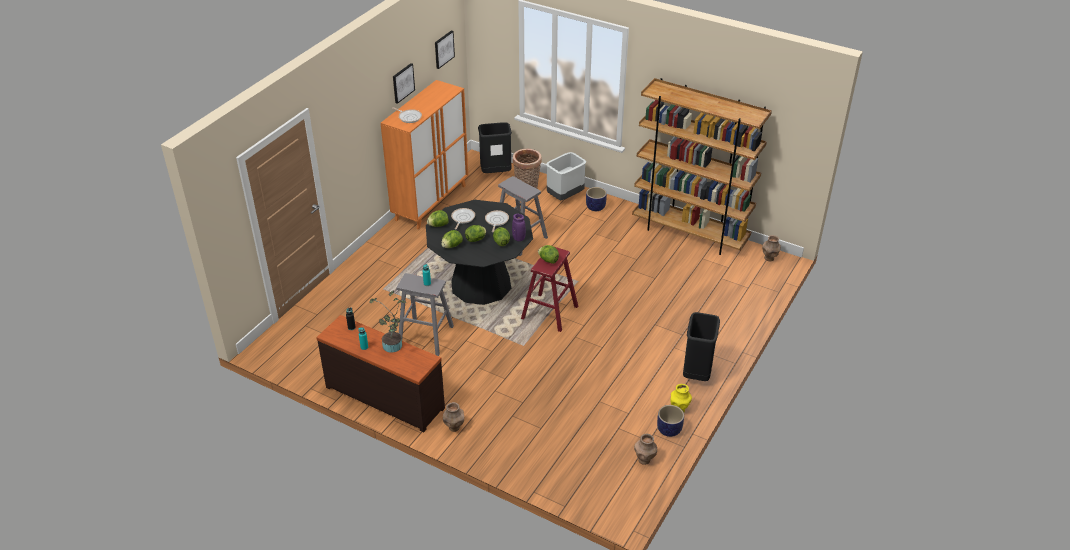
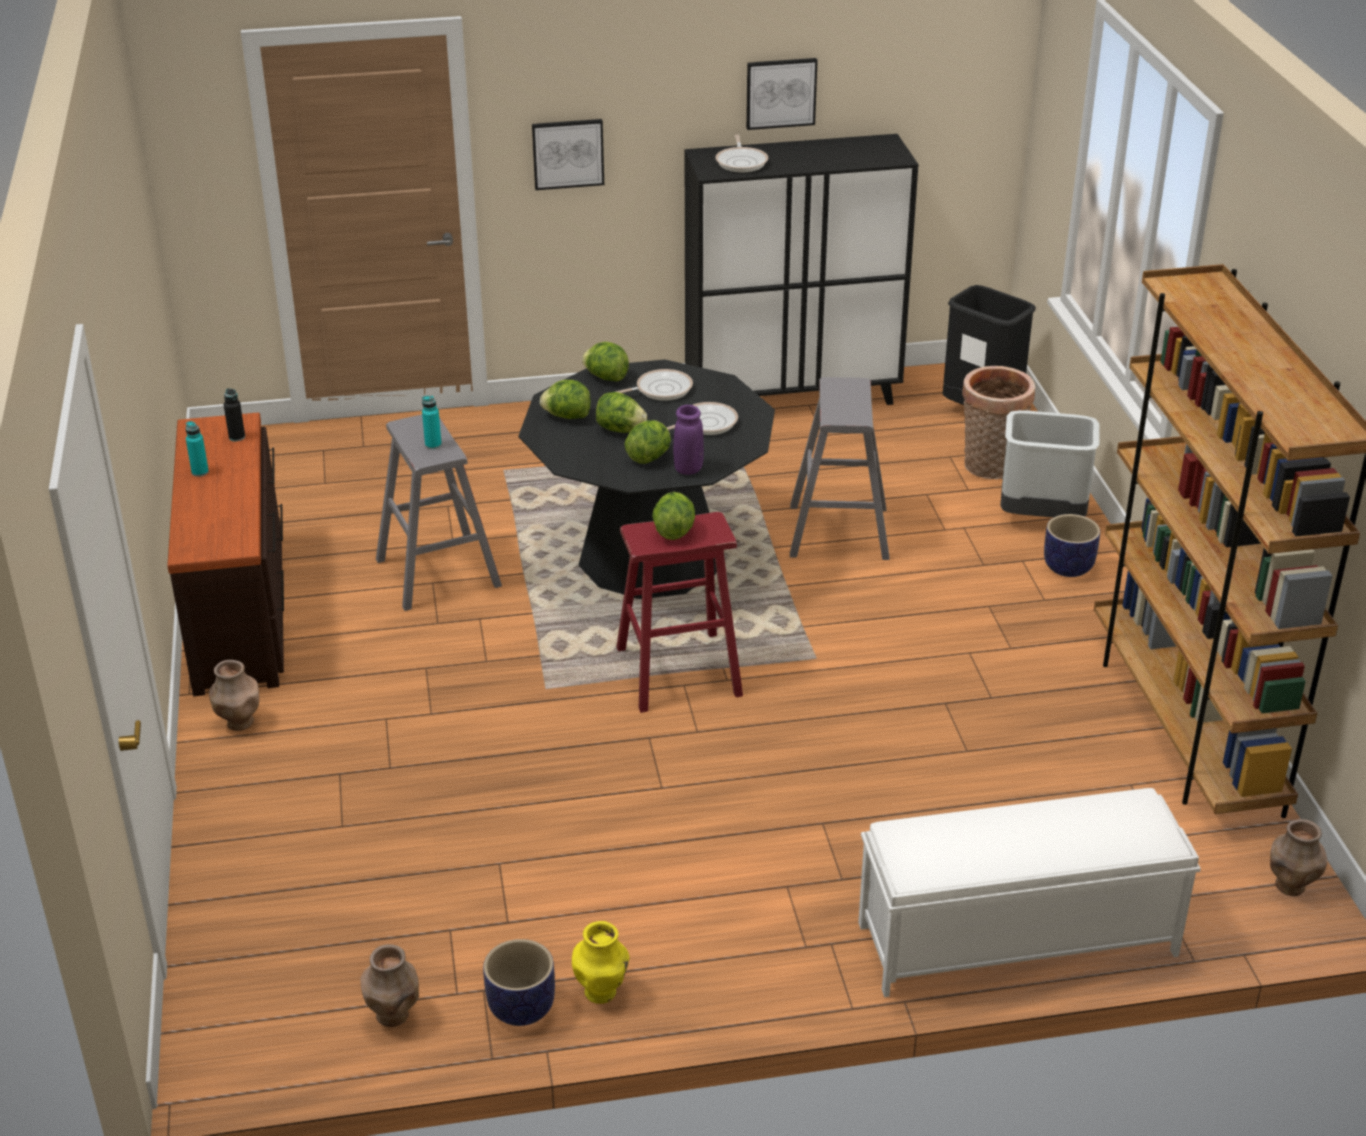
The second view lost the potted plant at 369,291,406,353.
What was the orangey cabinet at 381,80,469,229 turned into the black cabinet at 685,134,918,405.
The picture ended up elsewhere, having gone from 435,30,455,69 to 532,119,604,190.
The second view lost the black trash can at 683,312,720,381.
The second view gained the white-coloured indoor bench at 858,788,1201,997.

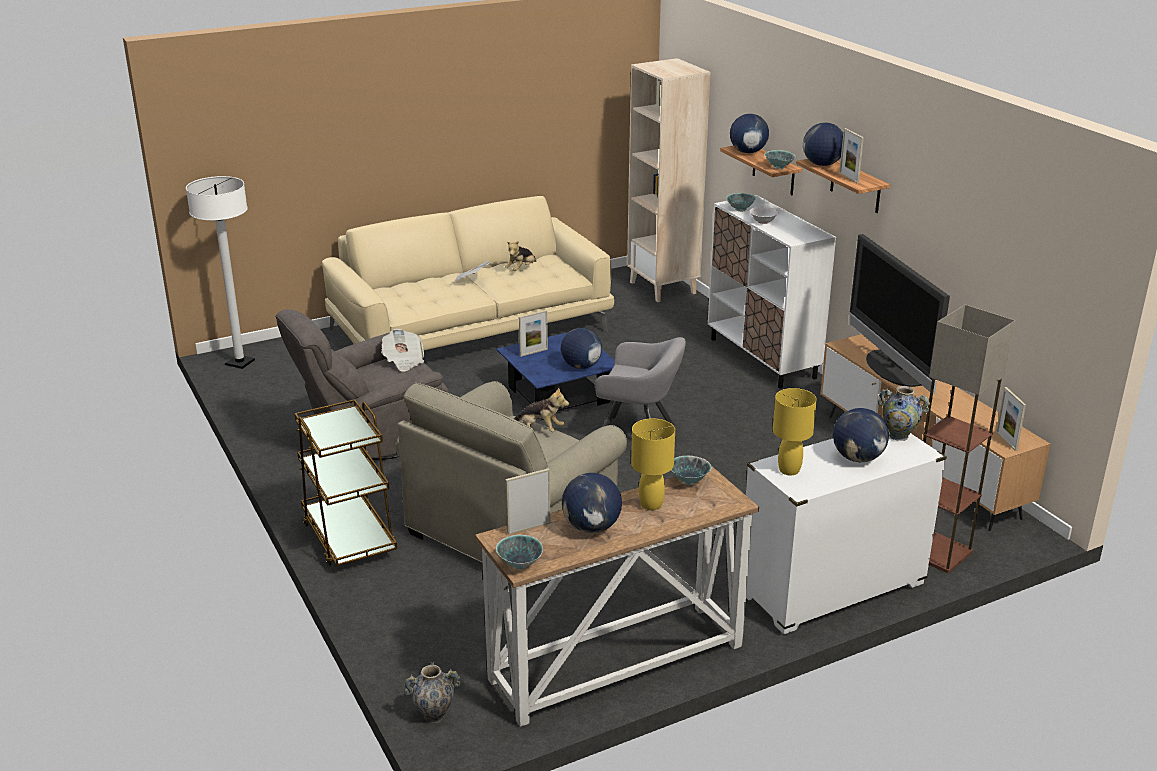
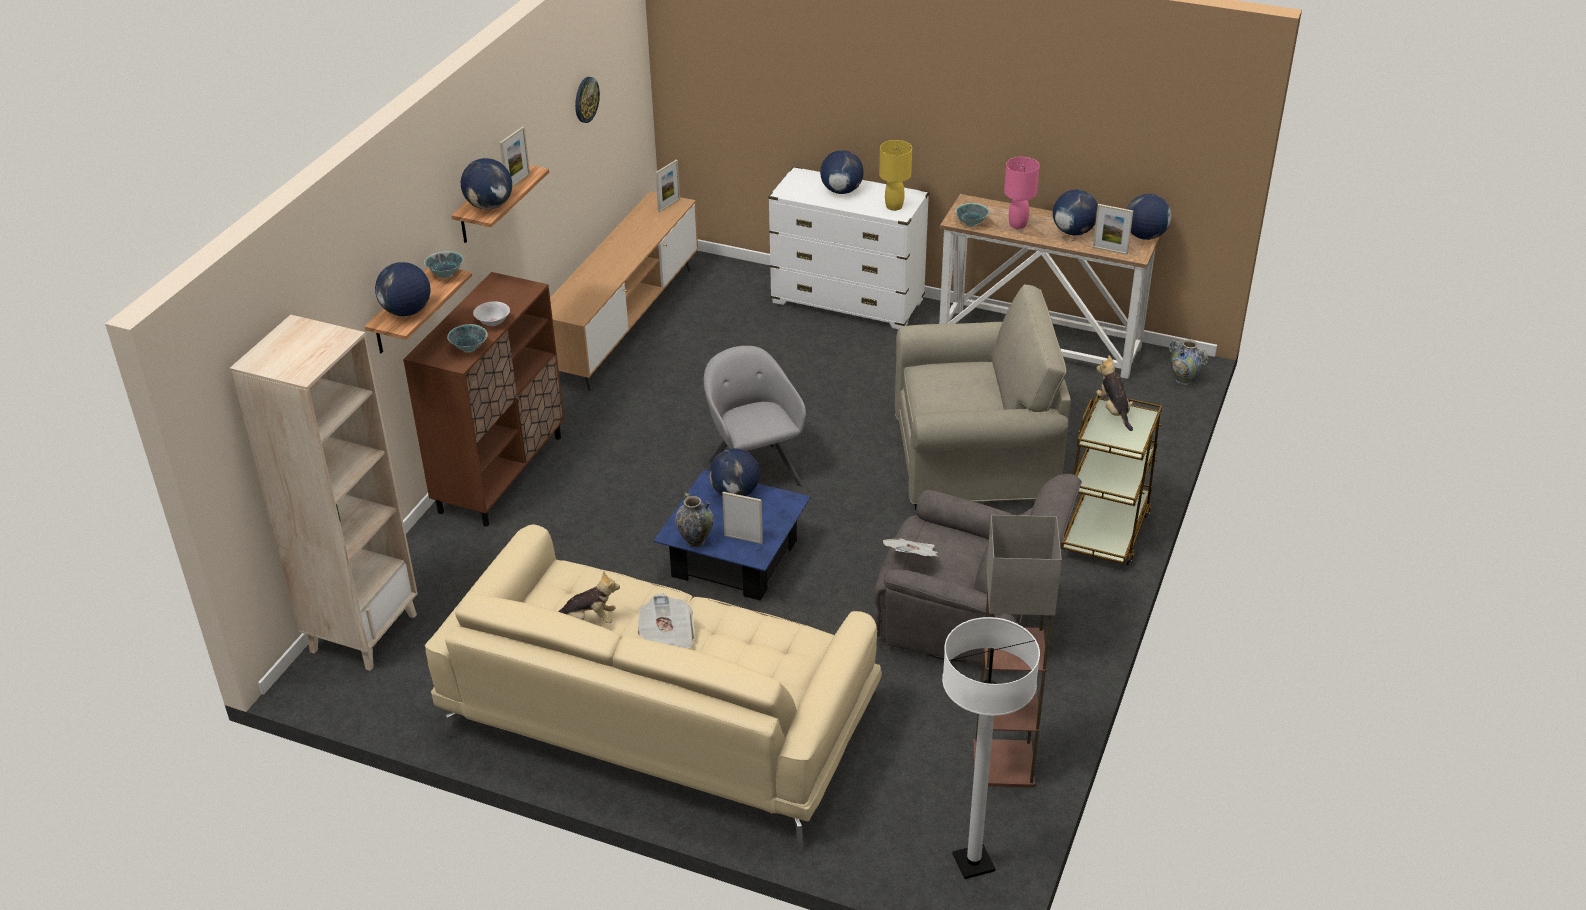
Where the bowl stood at 496,535,543,570, the desk globe came to stand at 1127,194,1171,240.
The soft toy ended up elsewhere, having gone from 514,387,569,432 to 1096,355,1133,431.
What was the yellow-coloured tabletop lamp at 631,418,675,510 turned into the pink-coloured tabletop lamp at 1004,157,1040,229.
What was the white-coloured cabinet at 708,195,836,389 turned into the brown-coloured cabinet at 403,272,564,526.
The second view lost the TV at 850,234,950,394.
The decorative vase ended up elsewhere, having gone from 878,386,930,441 to 675,492,714,548.
The floor lamp ended up elsewhere, having gone from 923,305,1015,573 to 973,515,1062,788.
The second view gained the wall clock at 575,77,600,123.

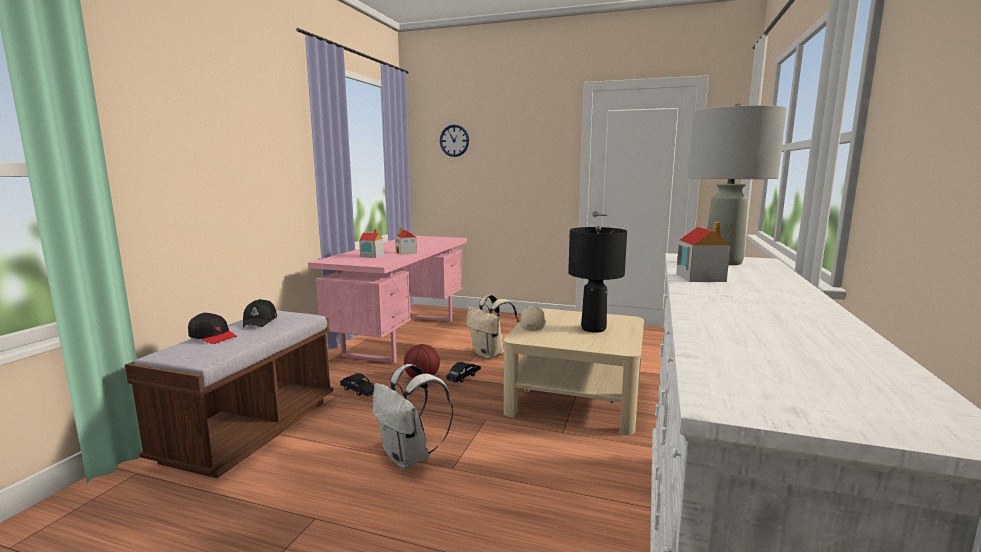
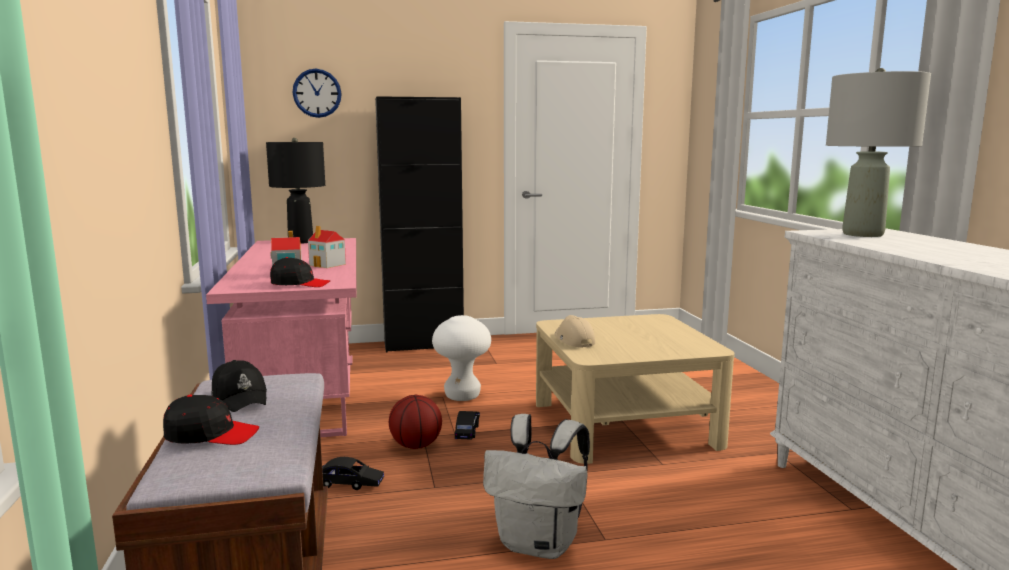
Where the beige-coloured rucksack stood at 466,295,519,359, the white-coloured stool seat came to stand at 432,315,491,401.
The black tabletop lamp ended up elsewhere, having gone from 568,226,627,333 to 266,138,325,244.
The second view lost the miniature house at 676,222,730,282.
The second view gained the black cap at 270,257,330,287.
The second view gained the black cabinet at 375,96,464,353.

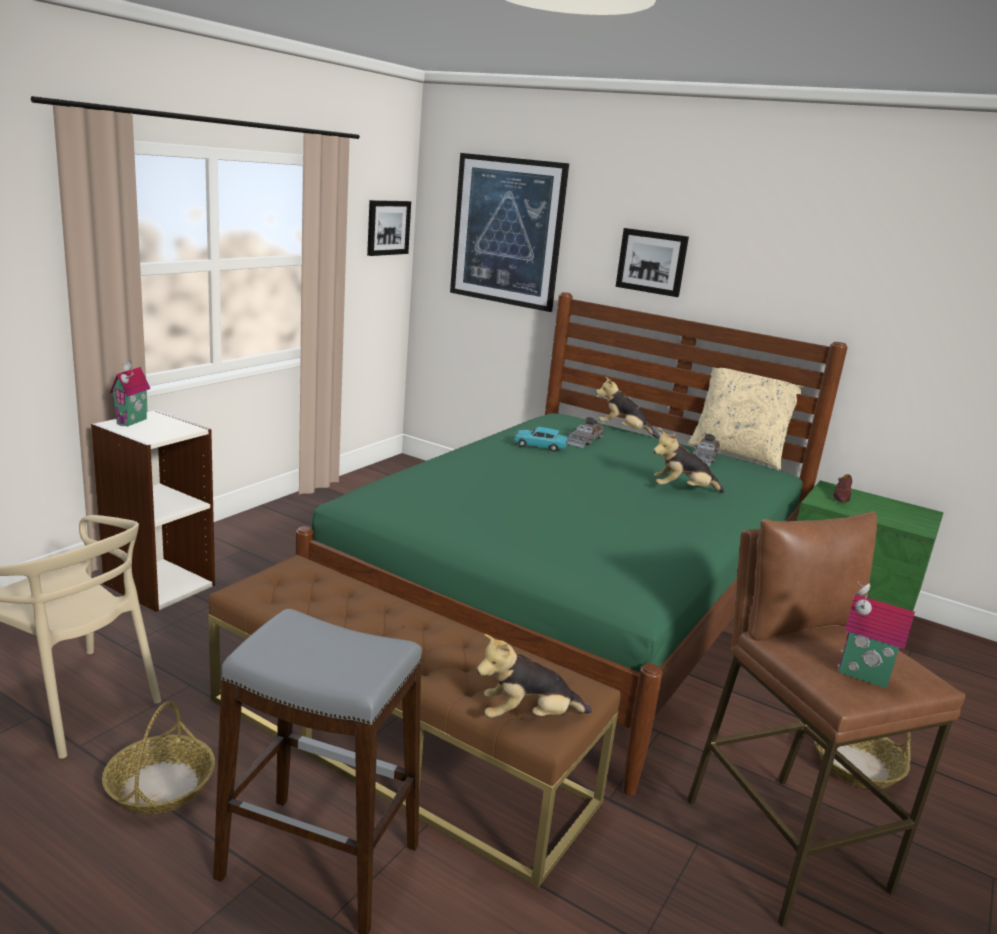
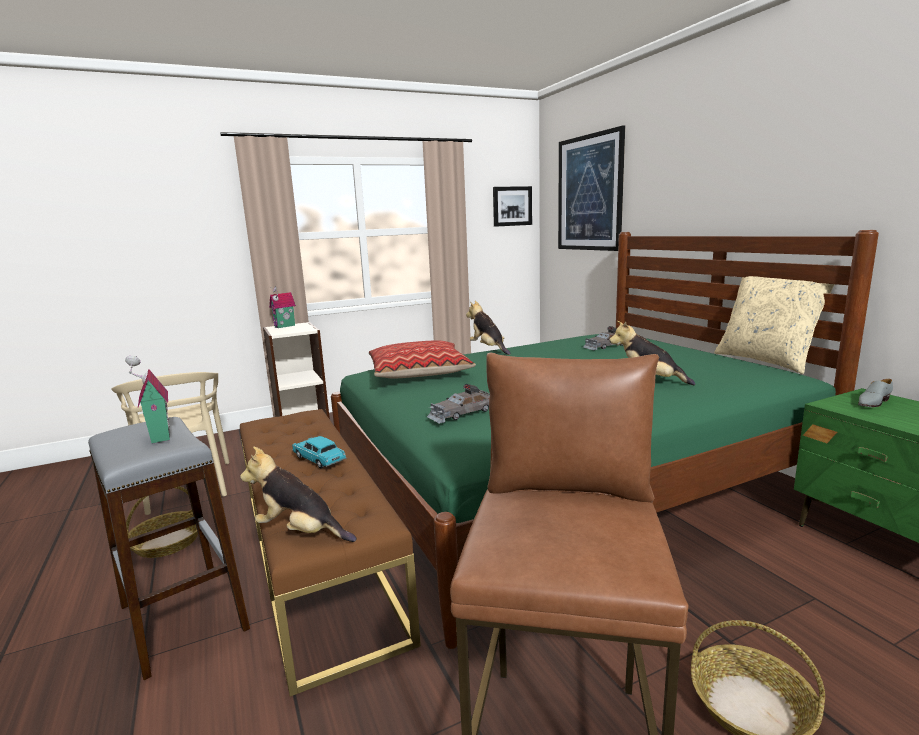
The turquoise model car ended up elsewhere, having gone from 513,427,568,452 to 292,436,347,468.
The soft toy ended up elsewhere, having gone from 596,376,660,439 to 466,301,511,355.
The second view lost the picture at 616,228,689,297.
The grey model car ended up elsewhere, having gone from 693,434,721,466 to 427,384,490,424.
What was the brown-coloured item of footwear at 833,474,852,502 turned into the grey item of footwear at 858,379,893,407.
The miniature house ended up elsewhere, having gone from 837,581,915,689 to 125,356,170,444.
The second view gained the throw pillow at 369,340,476,378.

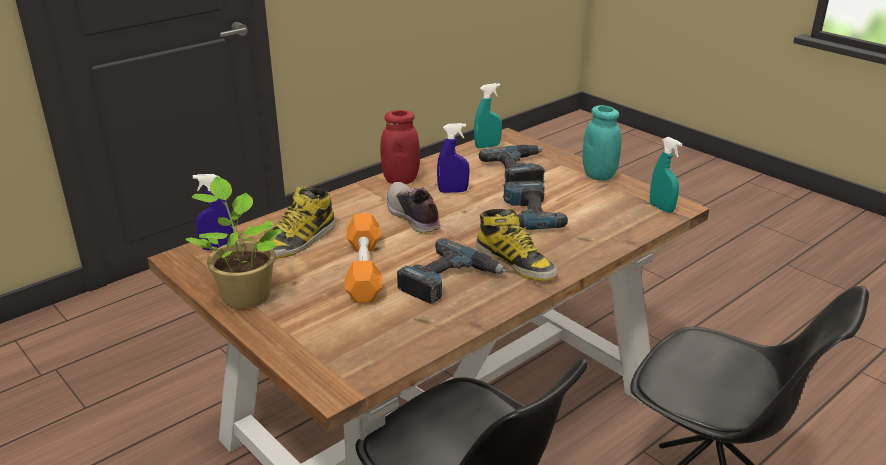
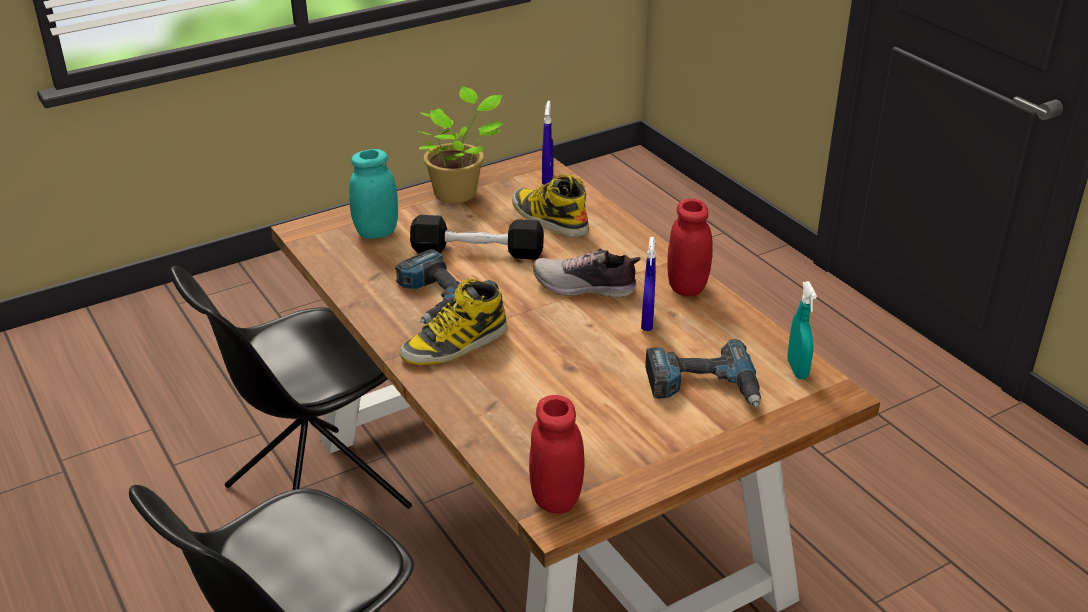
What was the orangey dumbbell at 344,213,382,303 turned into the black dumbbell at 410,215,544,259.
The item of footwear at 387,182,440,233 ended up facing another way, 150 degrees counterclockwise from before.
The second view lost the electric drill at 503,181,568,230.
The turquoise storage jar ended up elsewhere, having gone from 582,105,621,181 to 349,149,398,239.
Where the turquoise spray bottle stood at 650,137,682,213, the reddish storage jar came to stand at 529,395,585,513.

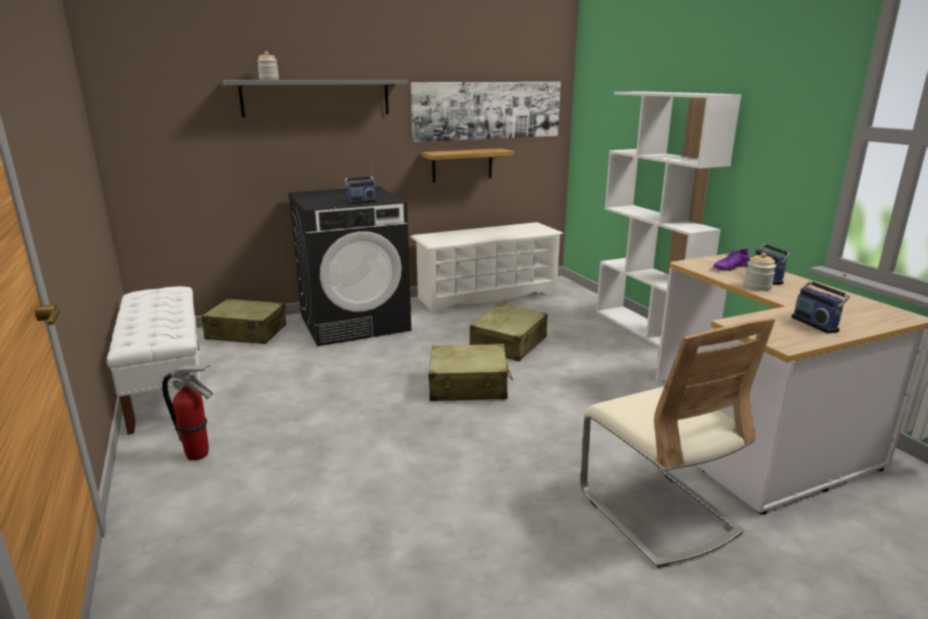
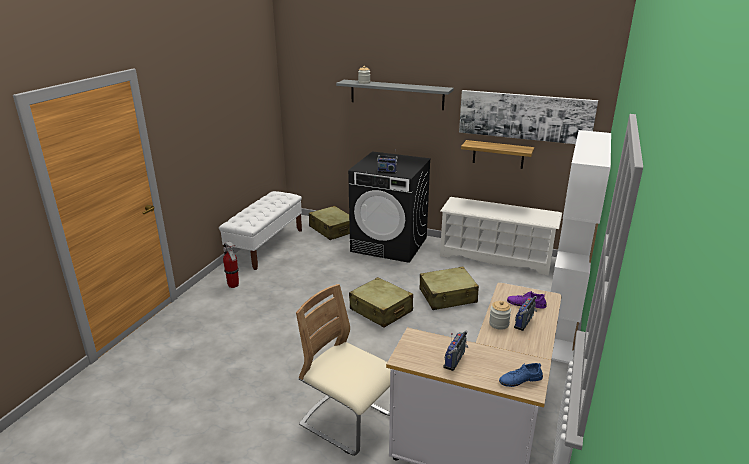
The beige-coloured upright chair at 581,318,775,568 ended up facing another way, 105 degrees clockwise from before.
The second view gained the blue item of footwear at 499,363,543,387.

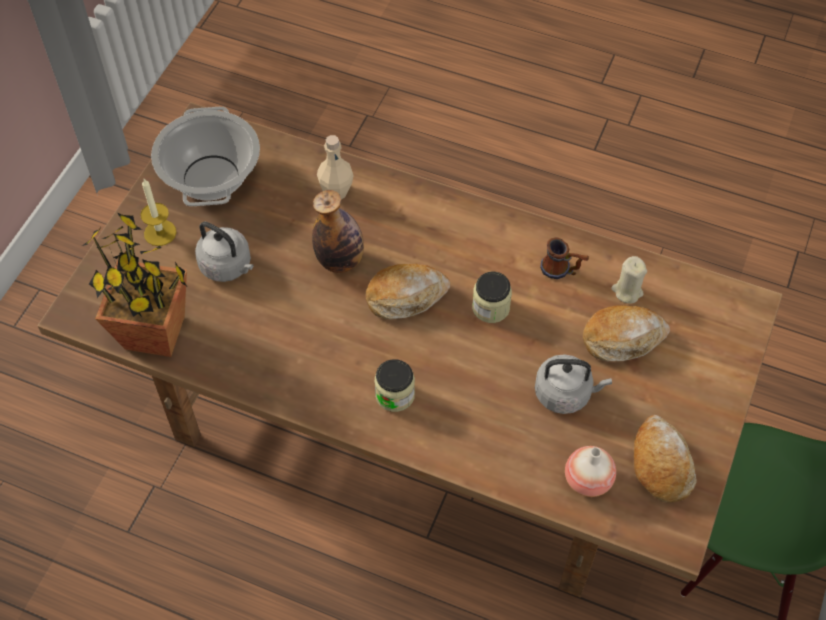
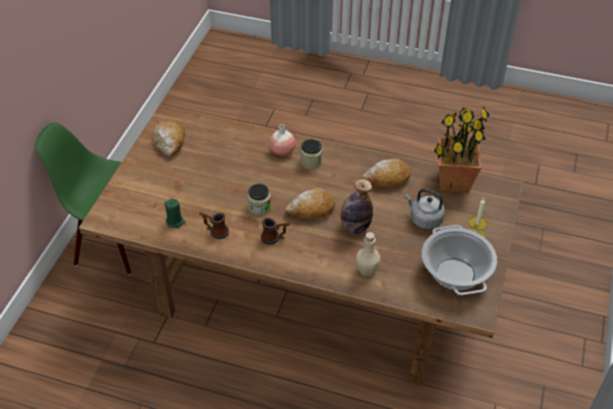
The second view lost the grey kettle at 535,354,612,414.
The decorative vase ended up elsewhere, having gone from 565,446,616,497 to 269,124,296,156.
The bread ended up elsewhere, having gone from 583,305,670,362 to 362,158,411,187.
What was the beige-coloured candle at 611,256,647,304 turned into the green-coloured candle at 164,198,185,228.
The second view gained the coffee mug at 261,218,290,244.

